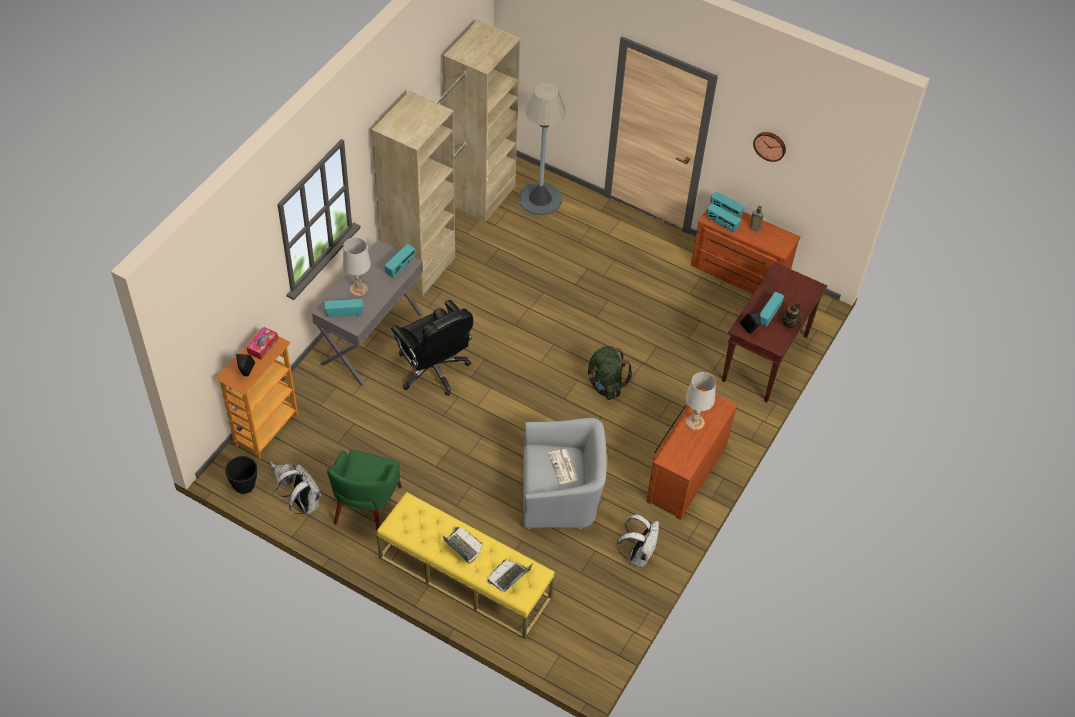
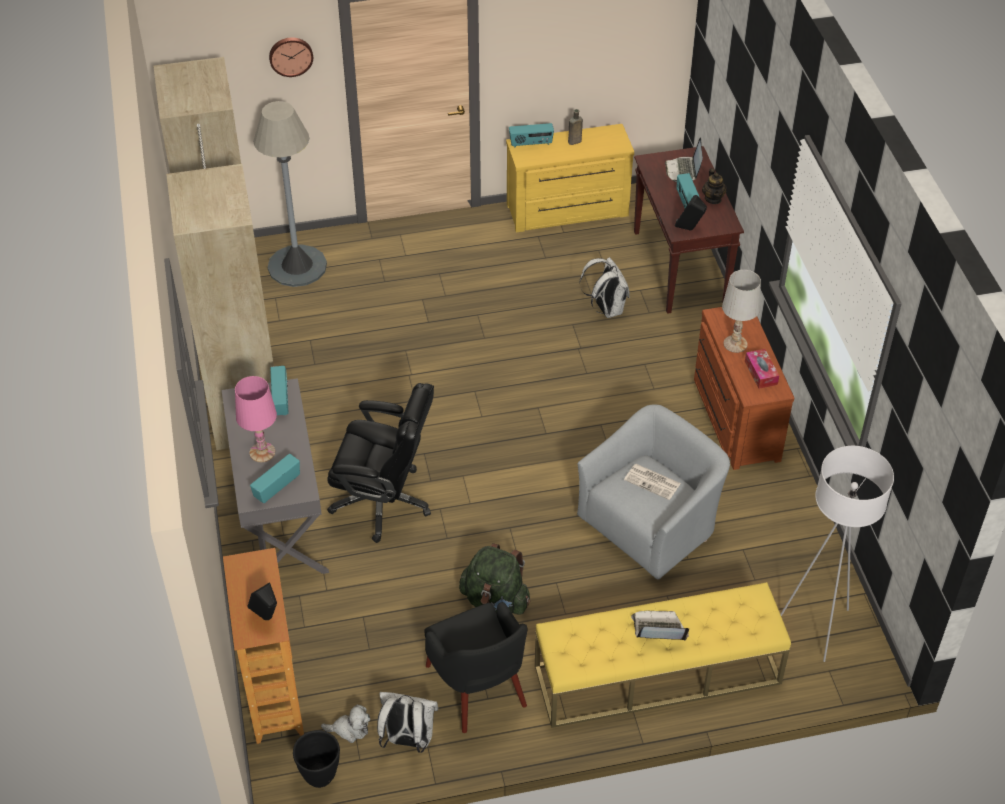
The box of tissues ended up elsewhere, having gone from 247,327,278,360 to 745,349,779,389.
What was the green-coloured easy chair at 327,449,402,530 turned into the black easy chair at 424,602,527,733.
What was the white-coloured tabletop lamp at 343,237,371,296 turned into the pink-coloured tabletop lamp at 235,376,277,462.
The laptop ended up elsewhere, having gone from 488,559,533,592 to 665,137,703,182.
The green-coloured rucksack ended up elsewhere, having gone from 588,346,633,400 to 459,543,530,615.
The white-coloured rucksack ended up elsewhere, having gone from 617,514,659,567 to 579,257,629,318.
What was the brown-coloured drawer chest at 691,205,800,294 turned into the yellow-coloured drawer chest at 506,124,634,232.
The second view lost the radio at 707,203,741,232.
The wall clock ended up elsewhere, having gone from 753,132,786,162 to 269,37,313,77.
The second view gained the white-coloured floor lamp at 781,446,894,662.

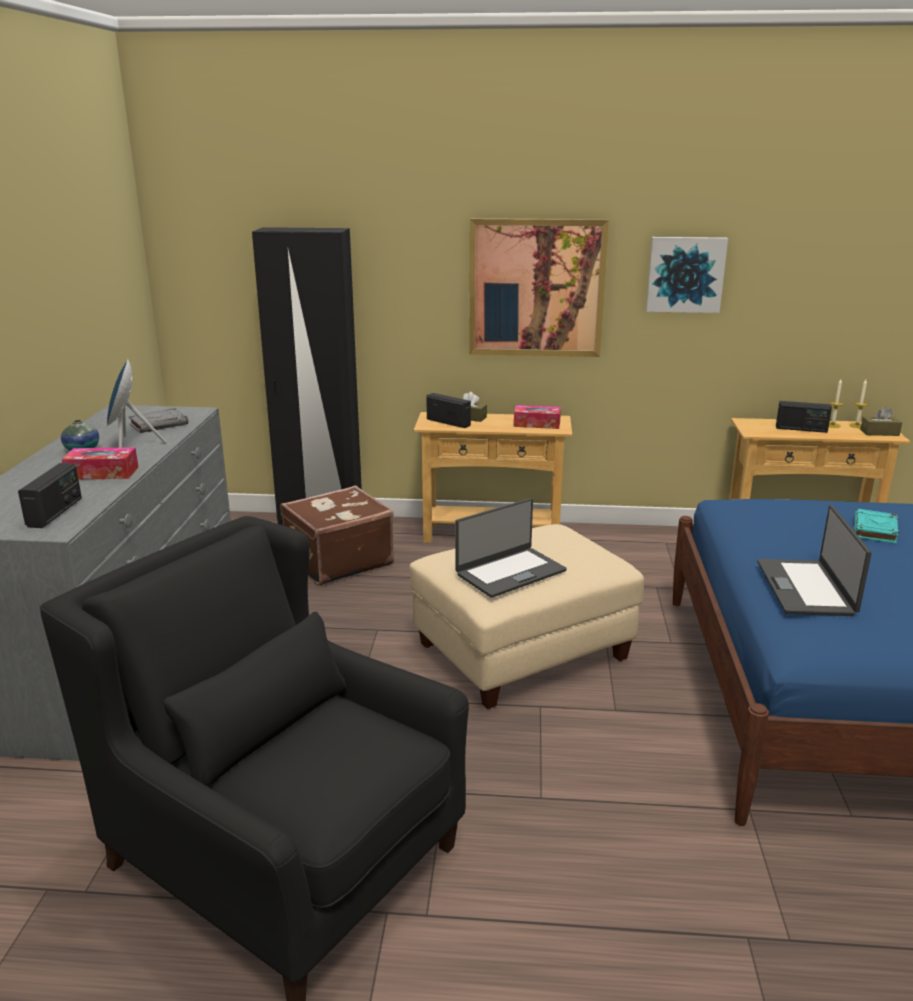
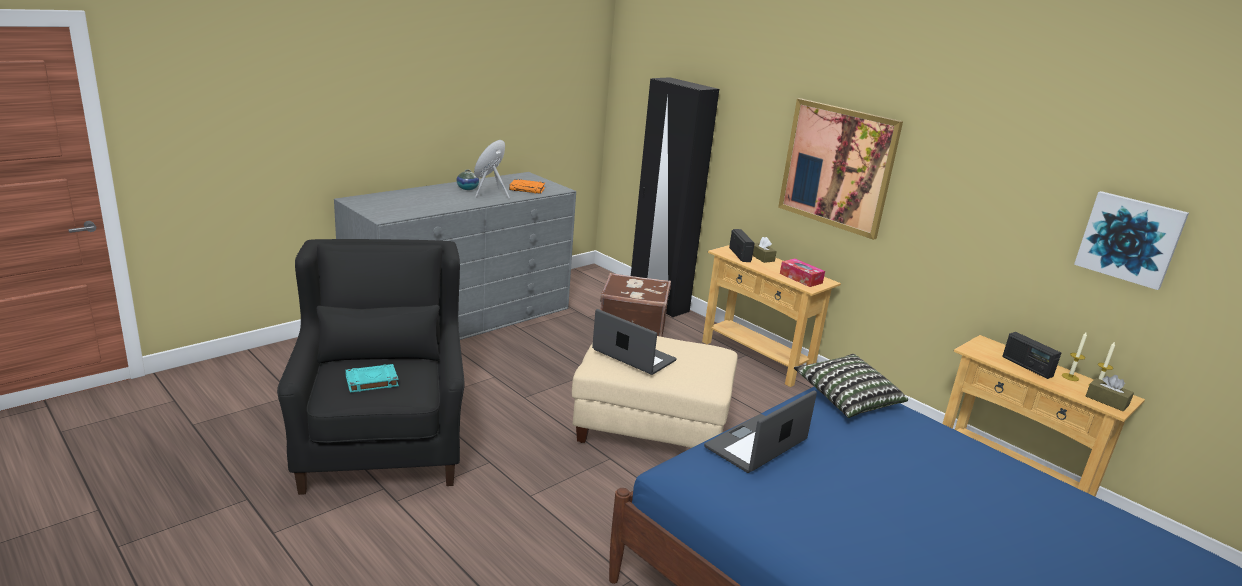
The second view lost the radio at 18,463,82,528.
The second view lost the box of tissues at 61,447,138,480.
What was the grey bound book at 128,408,188,433 turned into the orangey bound book at 509,179,545,194.
The laptop at 455,498,567,598 ended up facing another way, 150 degrees counterclockwise from before.
The picture ended up elsewhere, having gone from 646,237,728,313 to 1074,191,1189,290.
The turquoise bound book ended up elsewhere, having gone from 854,509,899,544 to 345,364,399,393.
The second view gained the throw pillow at 794,354,908,418.

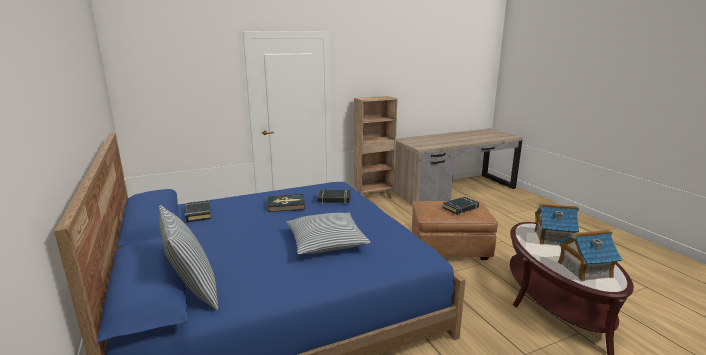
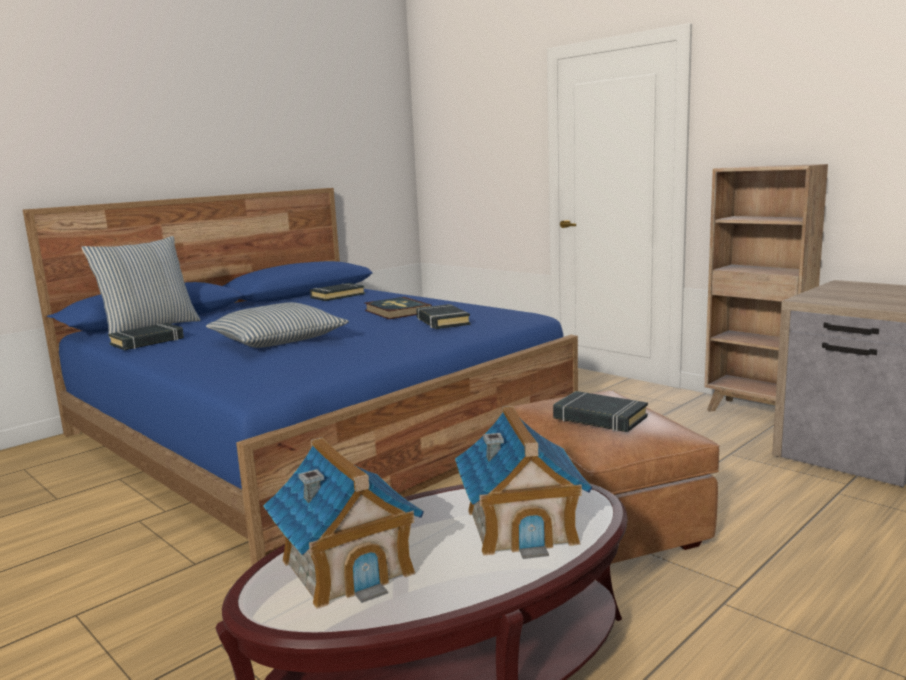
The second view gained the black bound book at 108,323,184,350.

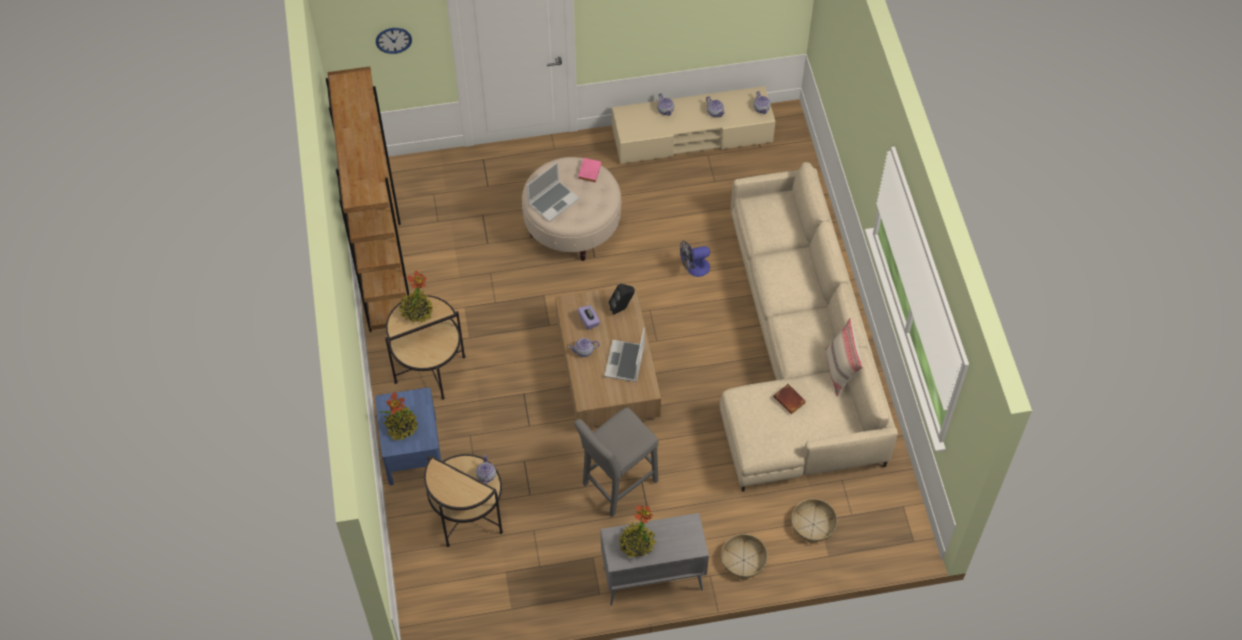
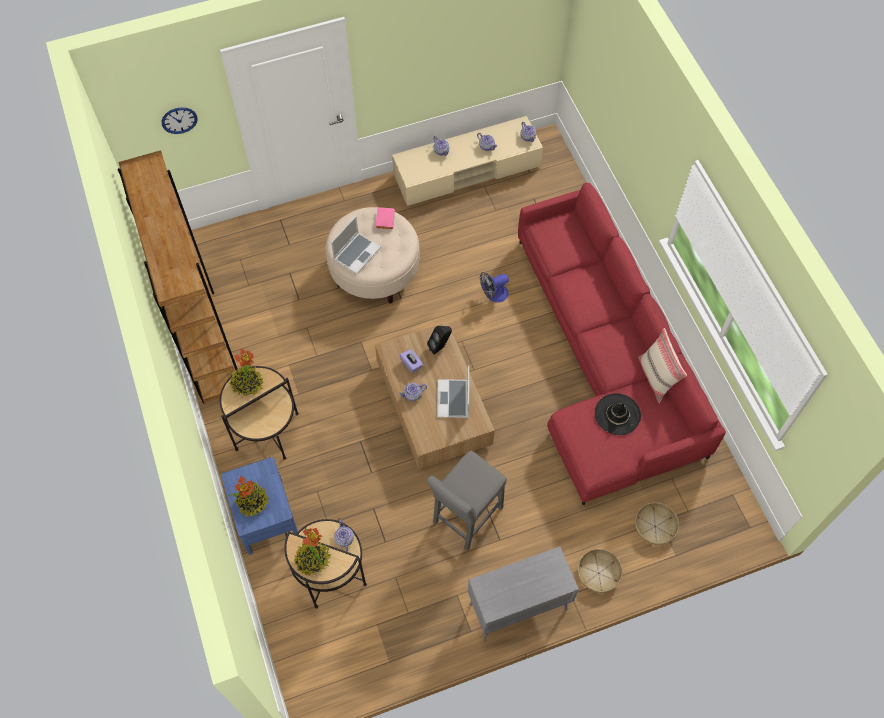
The potted plant ended up elsewhere, having gone from 619,505,657,558 to 294,527,332,576.
What was the beige-coloured settee at 720,162,898,492 turned into the reddish settee at 518,183,726,505.
Where the brown-coloured bound book stood at 773,384,806,414, the black wearable hat came to stand at 595,393,641,435.

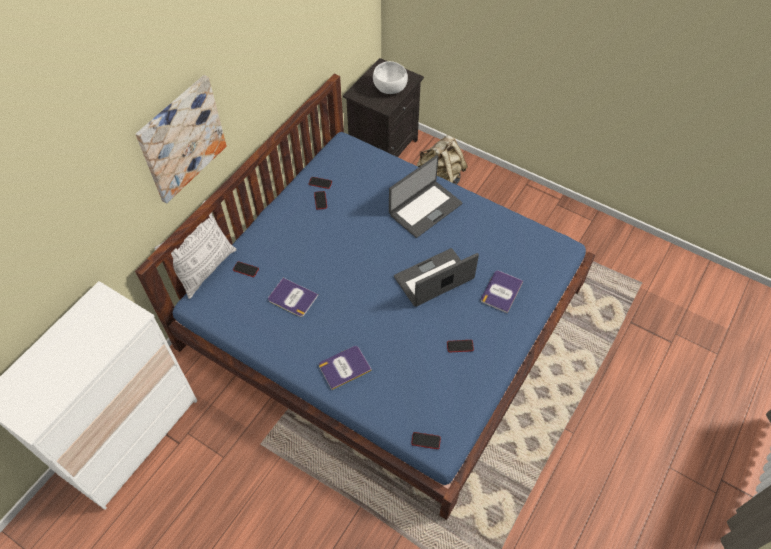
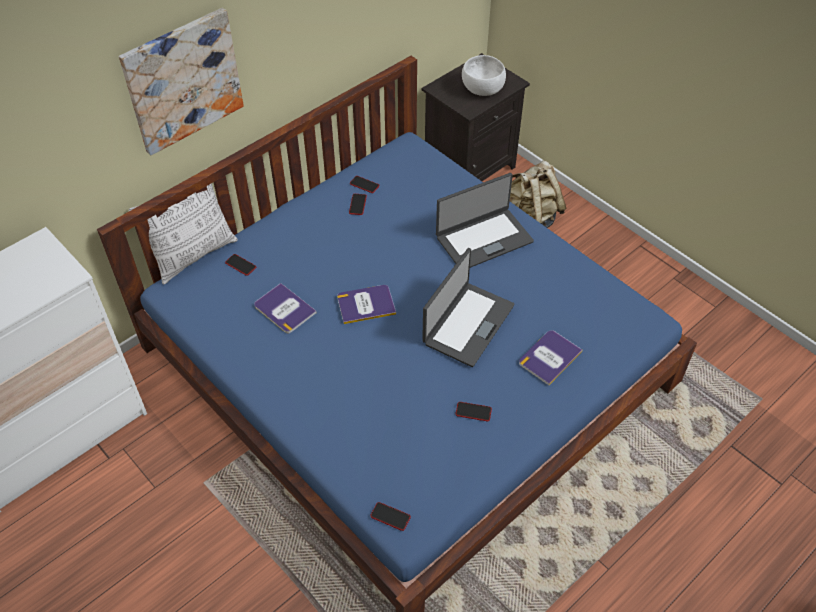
The bound book ended up elsewhere, having gone from 319,346,372,390 to 337,285,396,324.
The laptop at 394,248,479,307 ended up facing another way, 135 degrees clockwise from before.

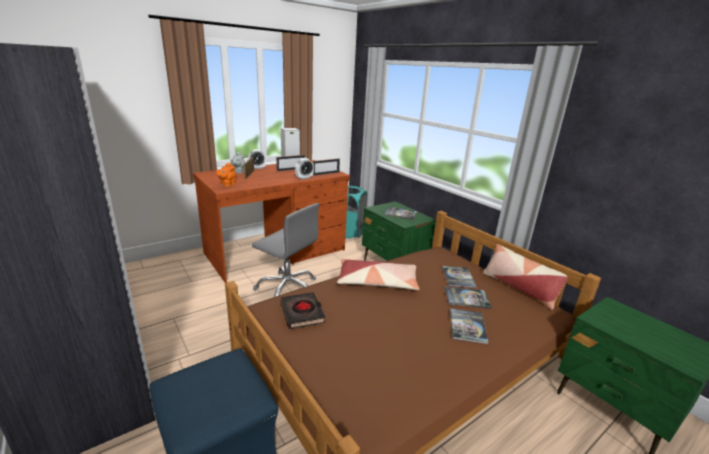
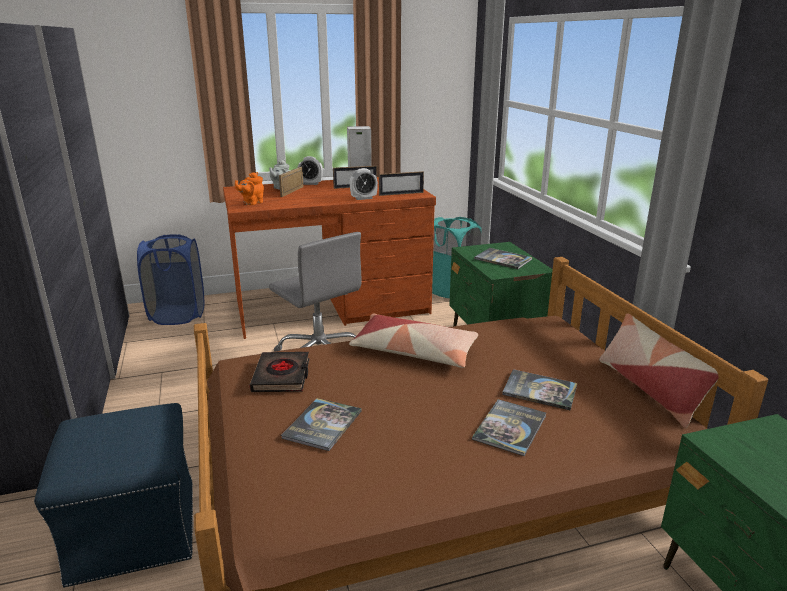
The bound book ended up elsewhere, having gone from 442,266,477,288 to 281,398,362,451.
The second view gained the blue washing basket at 137,234,204,325.

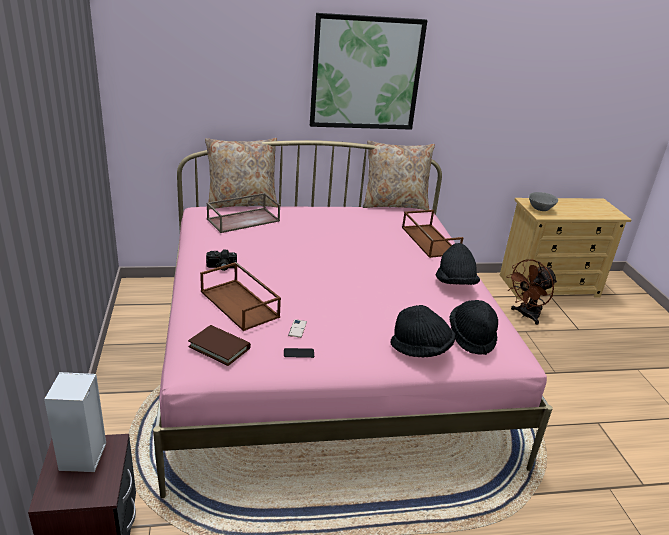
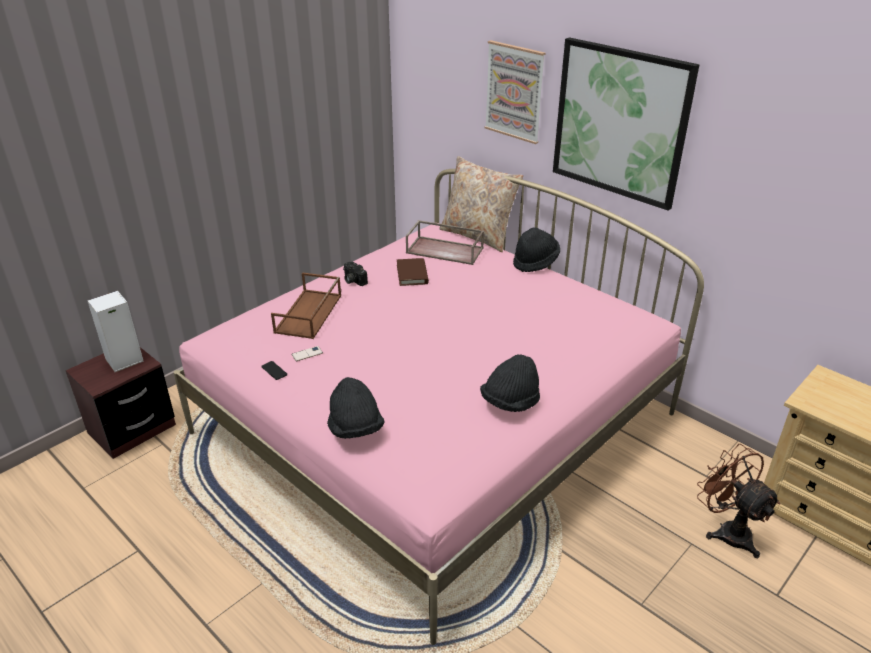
The brown-coloured bound book ended up elsewhere, having gone from 188,325,251,366 to 397,258,429,286.
The second view lost the beige-coloured throw pillow at 363,141,435,210.
The second view lost the brown-coloured serving tray at 402,210,463,258.
The black wearable hat ended up elsewhere, having gone from 450,300,498,355 to 513,227,560,272.
The brown-coloured cooling fan at 506,259,557,325 ended up facing another way, 45 degrees clockwise from before.
The second view lost the grey bowl at 529,192,558,211.
The second view gained the picture at 485,40,545,144.

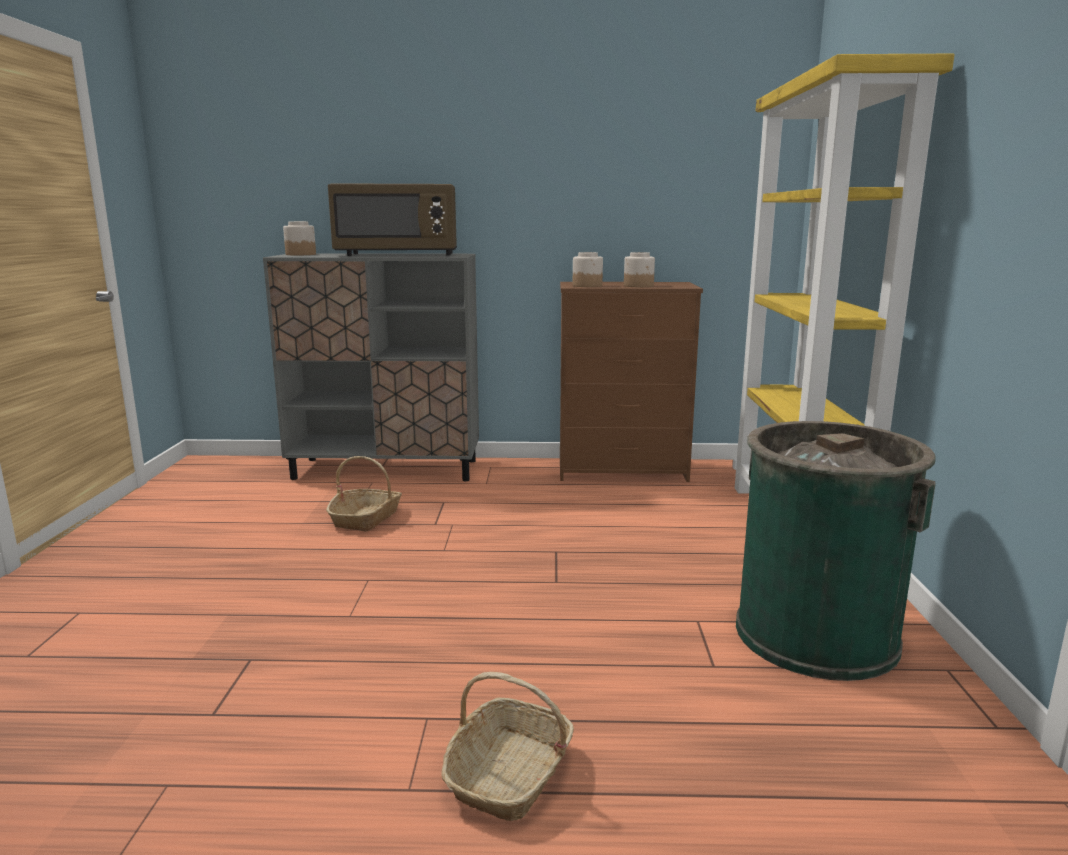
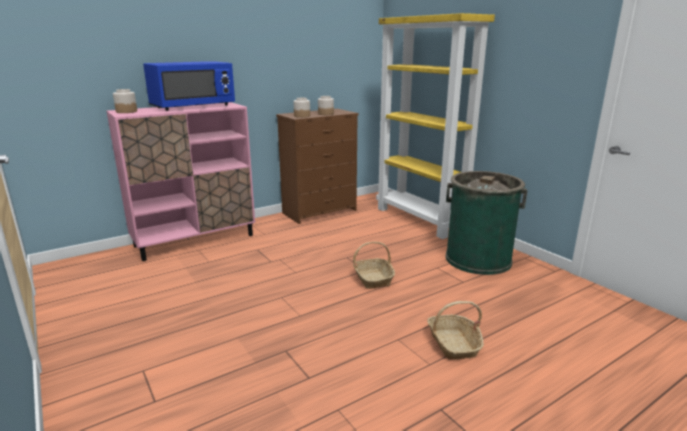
What was the grey cabinet at 263,253,479,481 turned into the pink-coloured cabinet at 106,102,255,261.
The basket ended up elsewhere, having gone from 326,456,402,532 to 353,242,395,289.
What was the brown-coloured microwave oven at 328,184,457,256 turned into the blue microwave oven at 143,61,235,111.

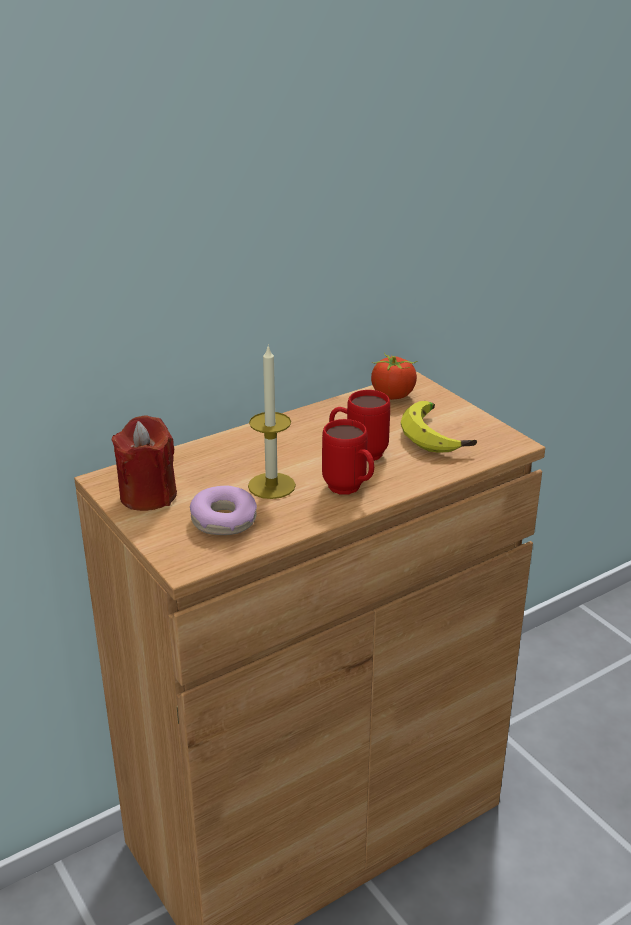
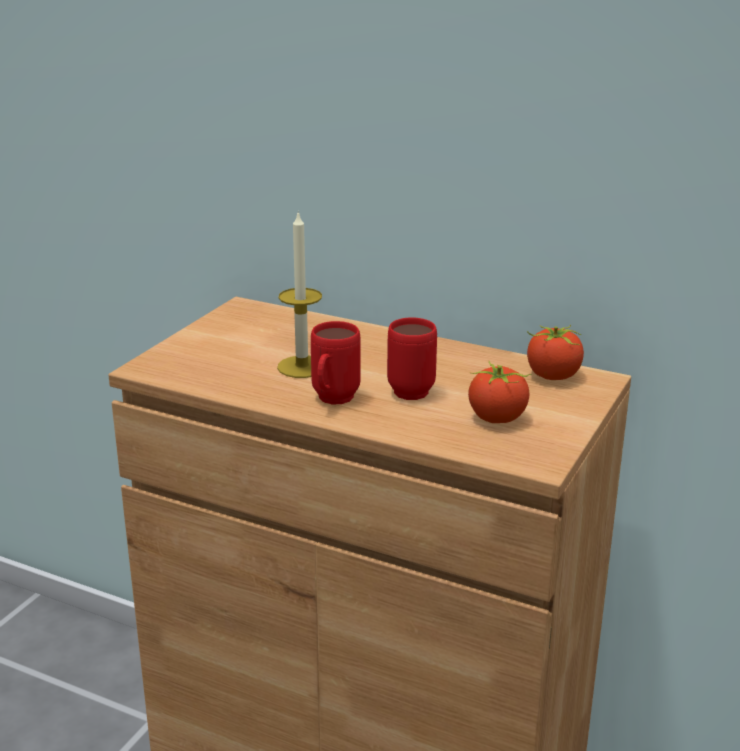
The second view lost the reddish candle at 112,415,177,511.
The second view lost the doughnut at 190,486,257,535.
Where the banana stood at 401,401,477,453, the fresh tomato came to stand at 468,361,532,423.

